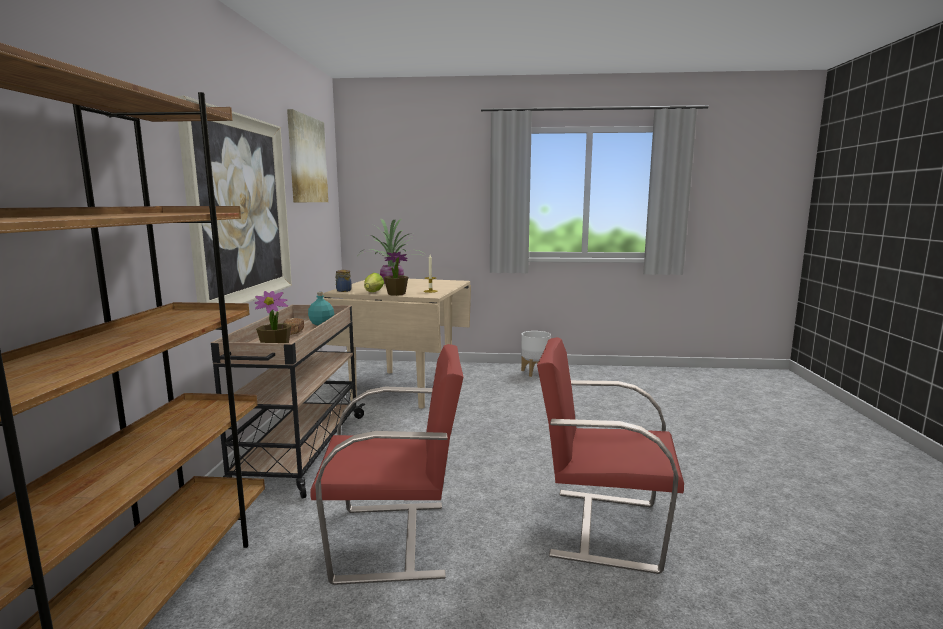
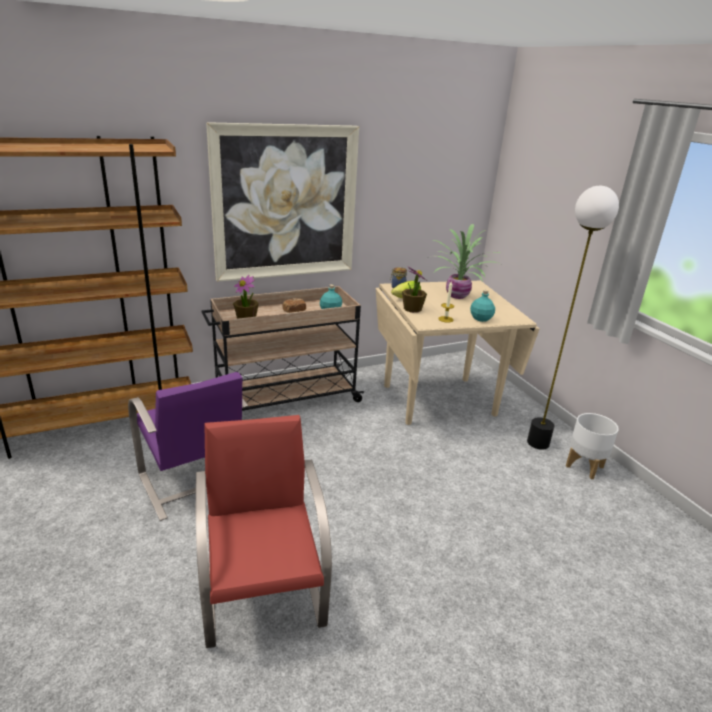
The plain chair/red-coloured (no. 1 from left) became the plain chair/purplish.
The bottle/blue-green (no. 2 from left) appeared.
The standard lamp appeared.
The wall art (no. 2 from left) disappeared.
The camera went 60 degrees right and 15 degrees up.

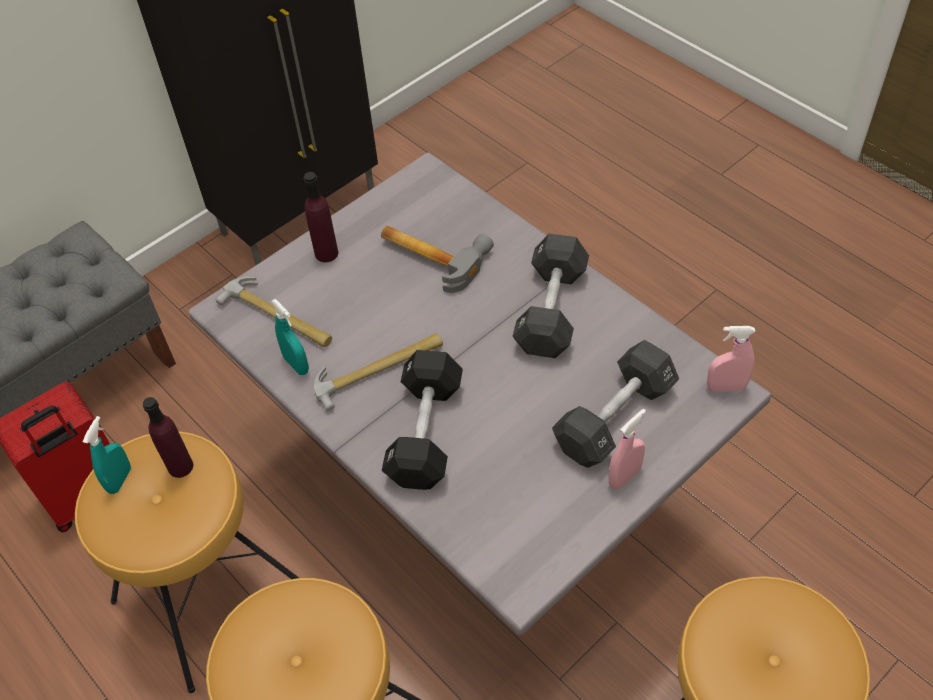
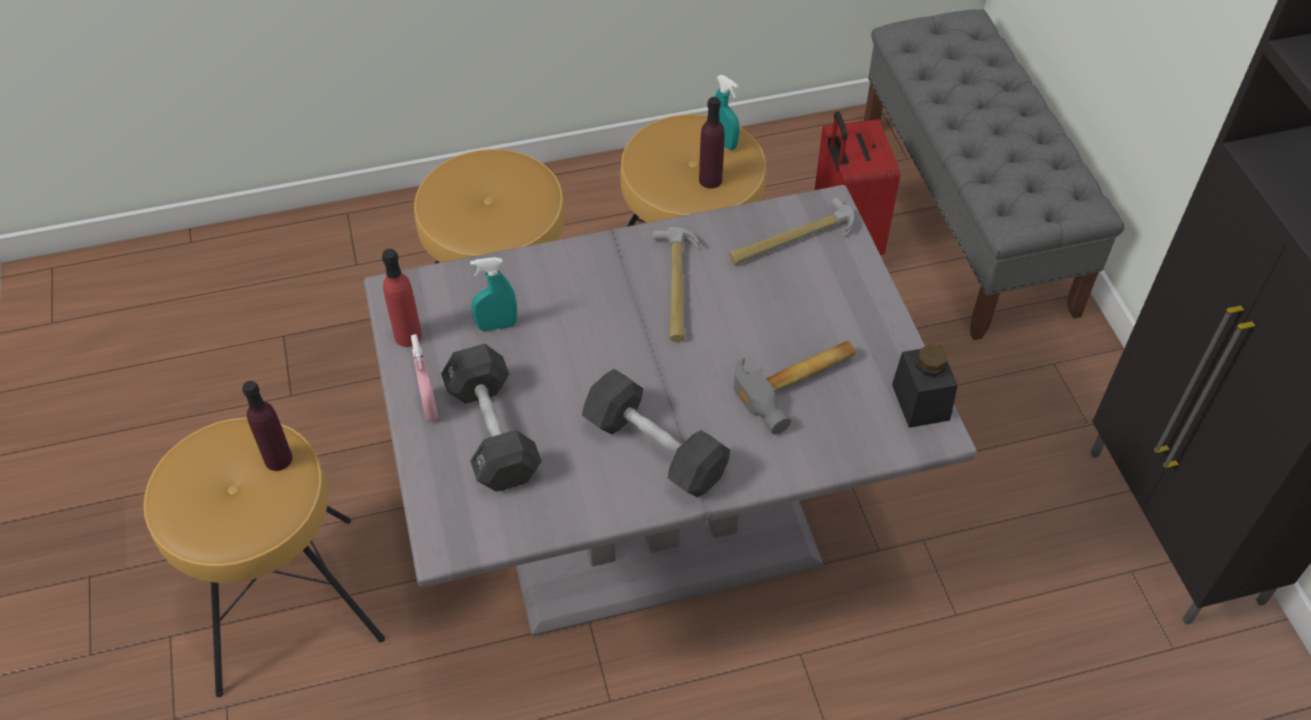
The bottle/purplish (no. 2 from left in the first image) moved.
The bottle/red-coloured appeared.
The hand sprayer/blue-green (no. 2 from left in the first image) moved.
The jar/black-coloured appeared.
The free weight/black-coloured (no. 1 from left) disappeared.
The hand sprayer/pink (no. 2 from left) disappeared.
The camera went 115 degrees right and 0 degrees up.

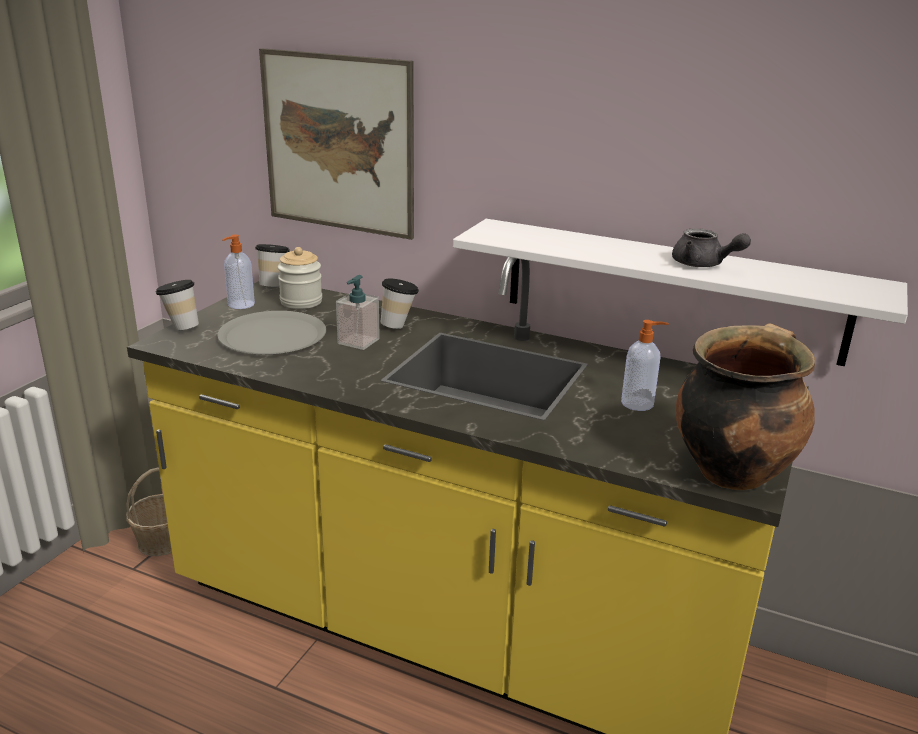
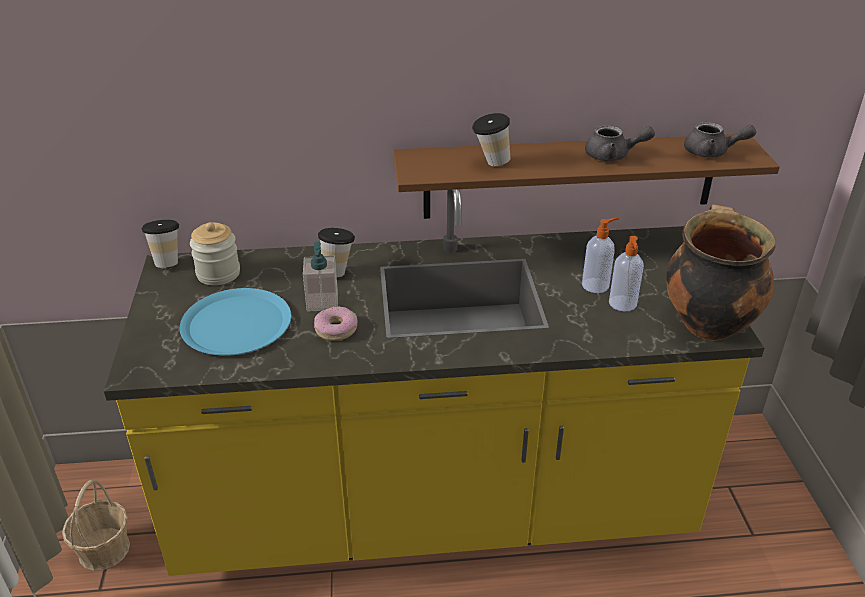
The flat dish/gray became the flat dish/blue-coloured.
The doughnut appeared.
The wall shelf/white-coloured became the wall shelf/brownish.
The cup (no. 1 from left in the first image) moved.
The soap dispenser (no. 1 from left in the first image) moved.
The pot for tea/gray (no. 2 from left) appeared.
The wall art disappeared.
The camera went 30 degrees left and 10 degrees up.

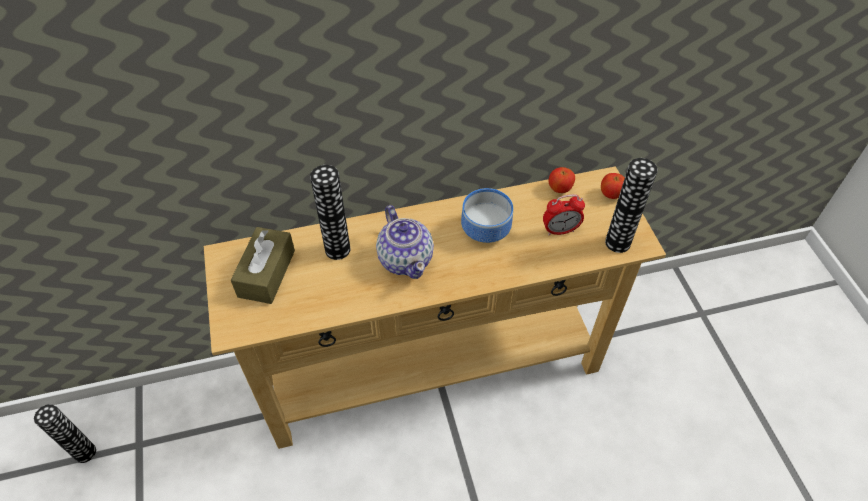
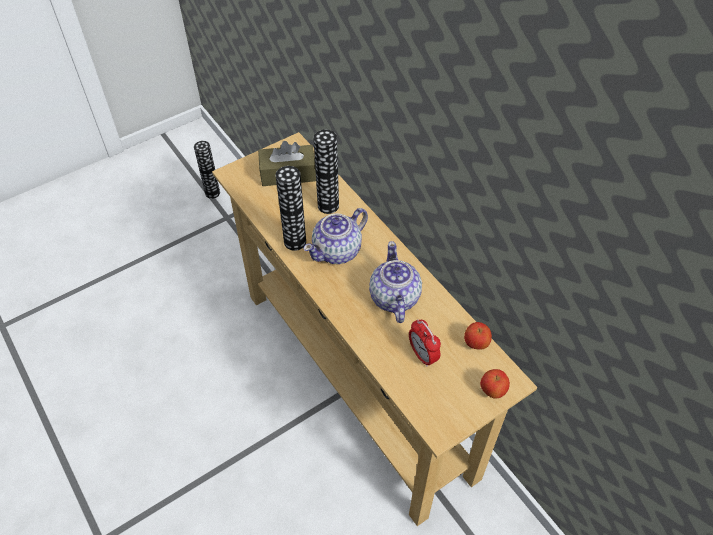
The decorative vase (no. 3 from left in the first image) moved.
The bowl was replaced by the pot for tea (no. 2 from left).
The camera went 70 degrees right and 0 degrees up.

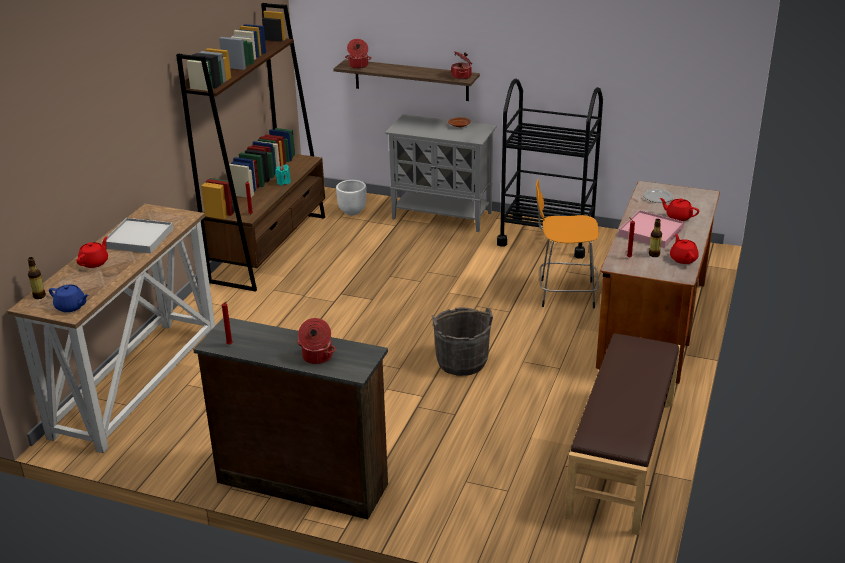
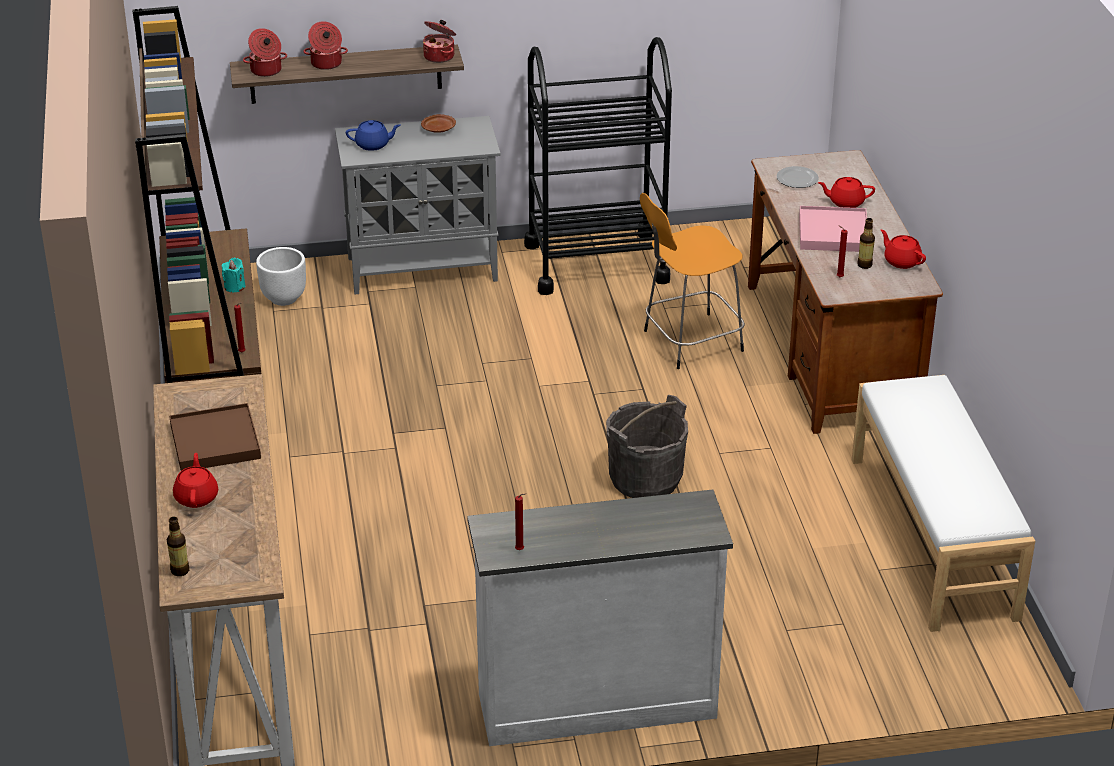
The tray/white-coloured became the tray/brownish.
The saucepot (no. 1 from left in the first image) moved.
The pot for tea/blue-coloured moved.
The chest of drawers/brownish became the chest of drawers/white-coloured.
The indoor bench/brownish became the indoor bench/white-coloured.
The camera went 30 degrees left and 5 degrees up.

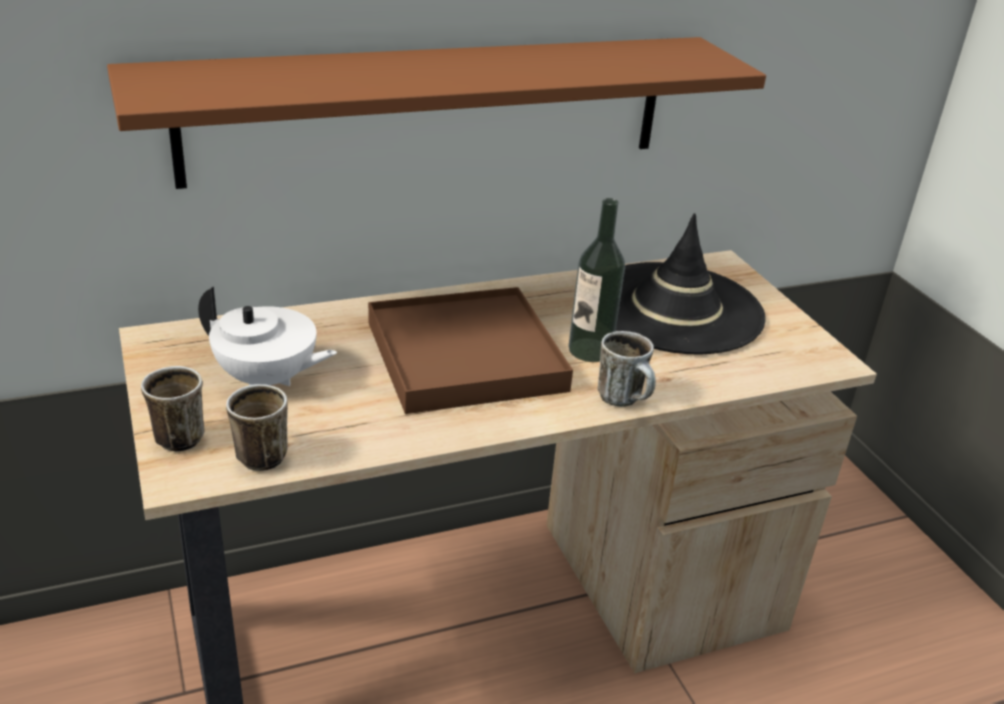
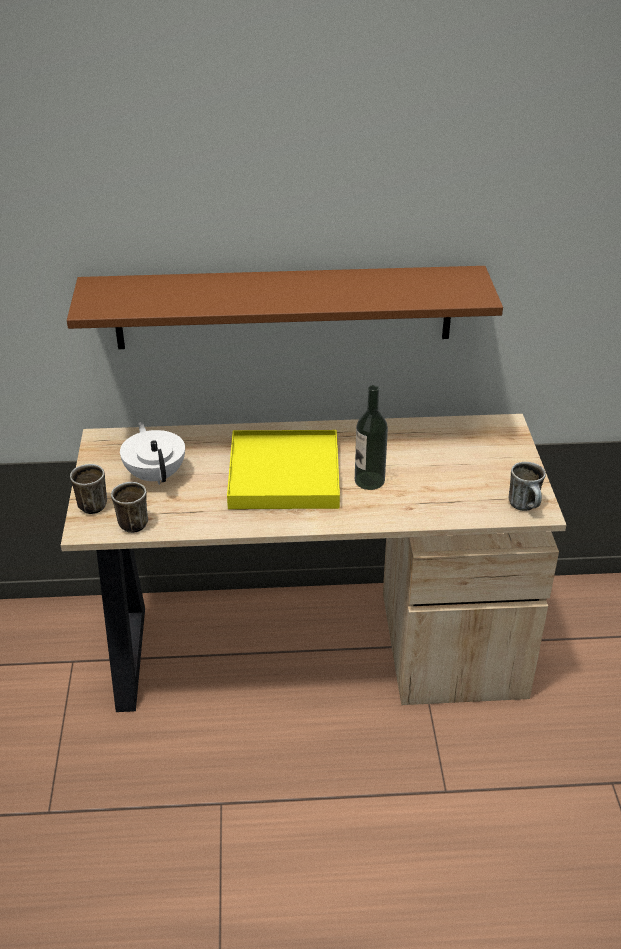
The pot for tea/white-coloured turned 150 degrees counterclockwise.
The tray/brownish became the tray/yellowish.
The mug (no. 3 from left) moved.
The wearable hat/black-coloured disappeared.
The camera went 20 degrees right and 5 degrees up.

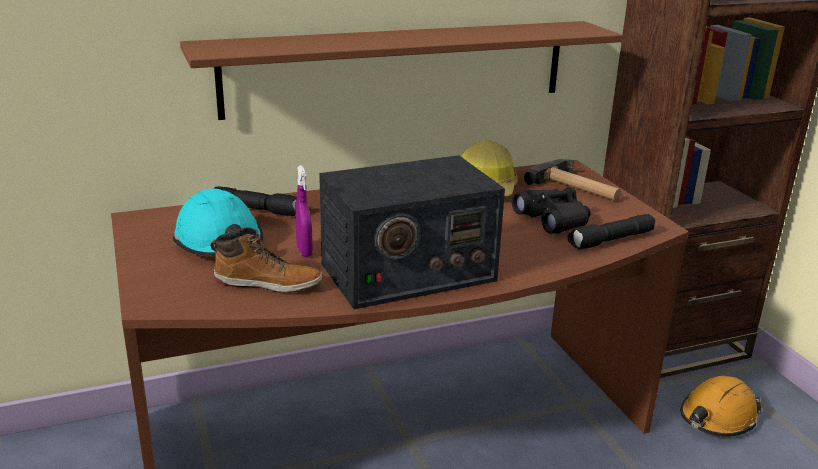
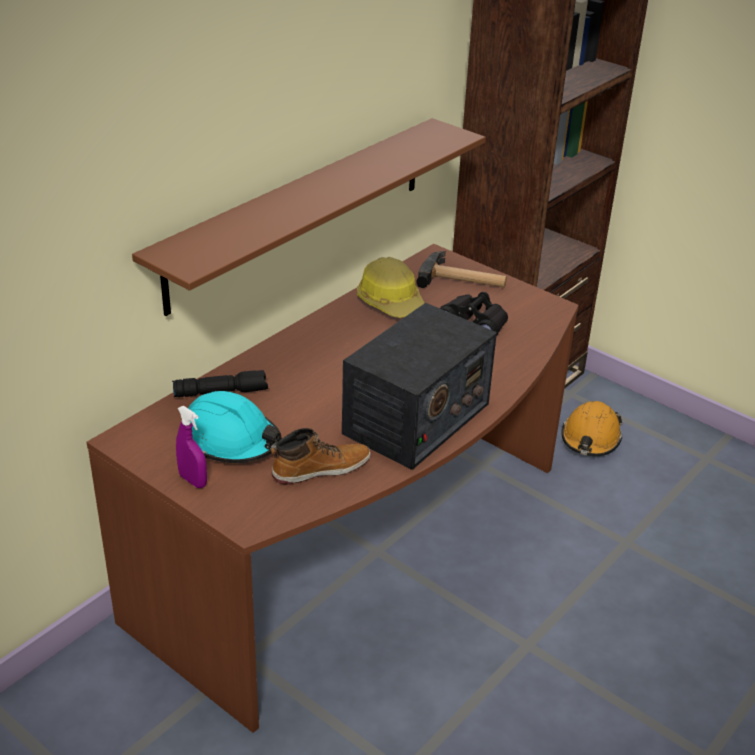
The hand sprayer/purplish moved.
The flashlight/black-coloured (no. 2 from left) disappeared.
The camera went 30 degrees left and 10 degrees up.

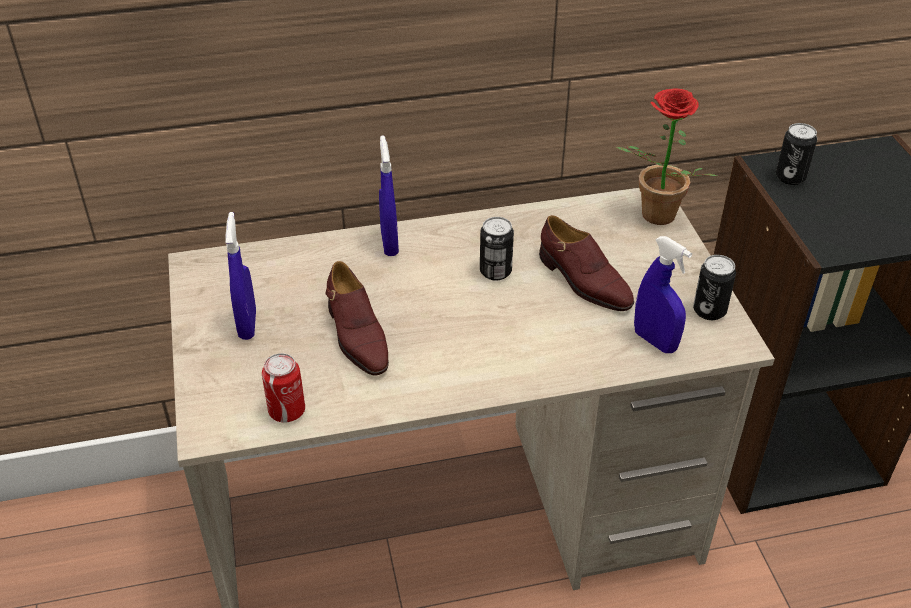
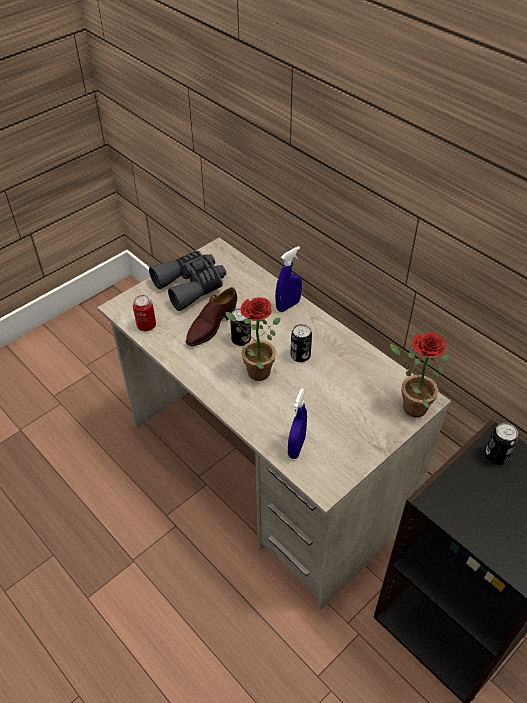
The hand sprayer/blue-coloured (no. 1 from left) was replaced by the field glasses/gray.
The potted plant (no. 1 from left) appeared.
The sealed can (no. 3 from left in the first image) moved.
The low shoe/brownish (no. 2 from left) disappeared.
The camera went 60 degrees right and 5 degrees up.

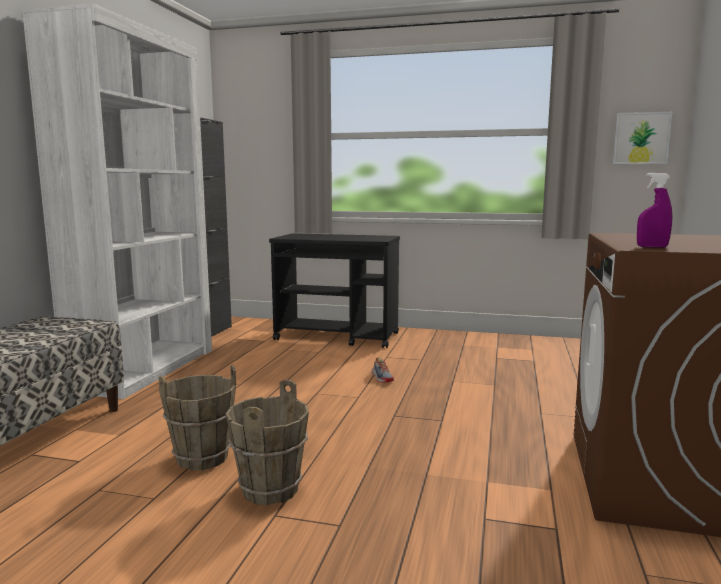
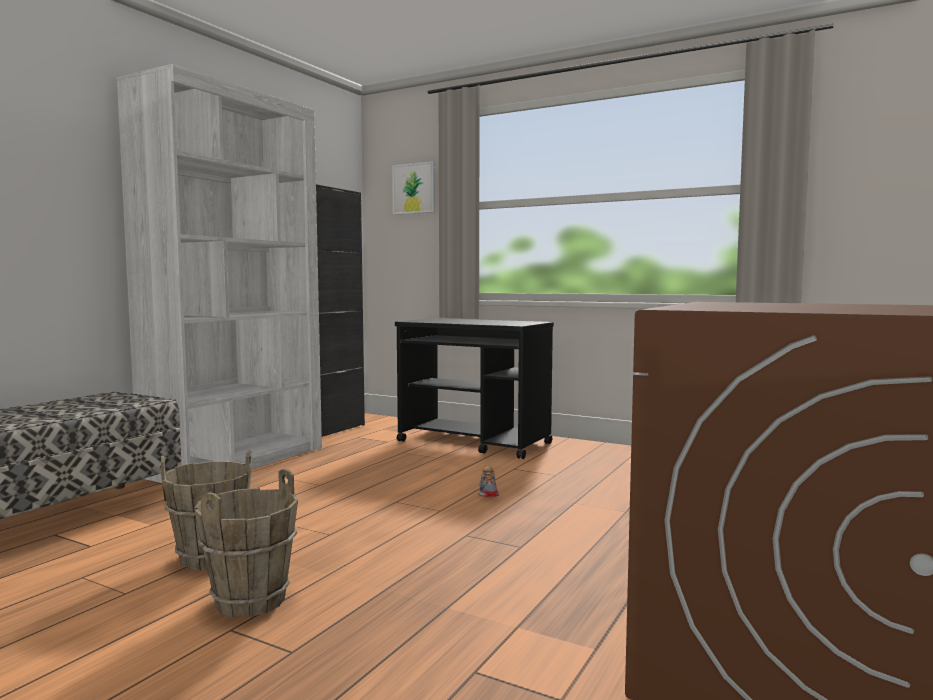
The wall art moved.
The hand sprayer/purplish disappeared.
The camera went 15 degrees right and 5 degrees down.

